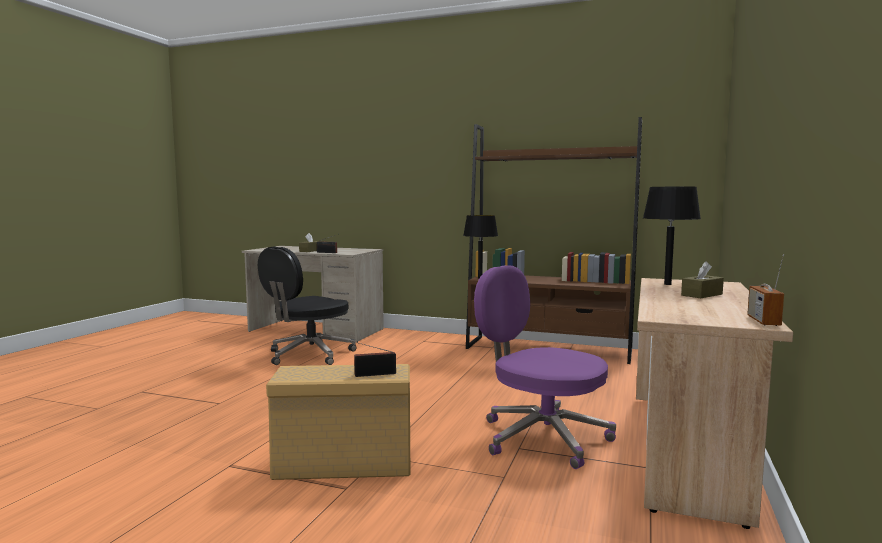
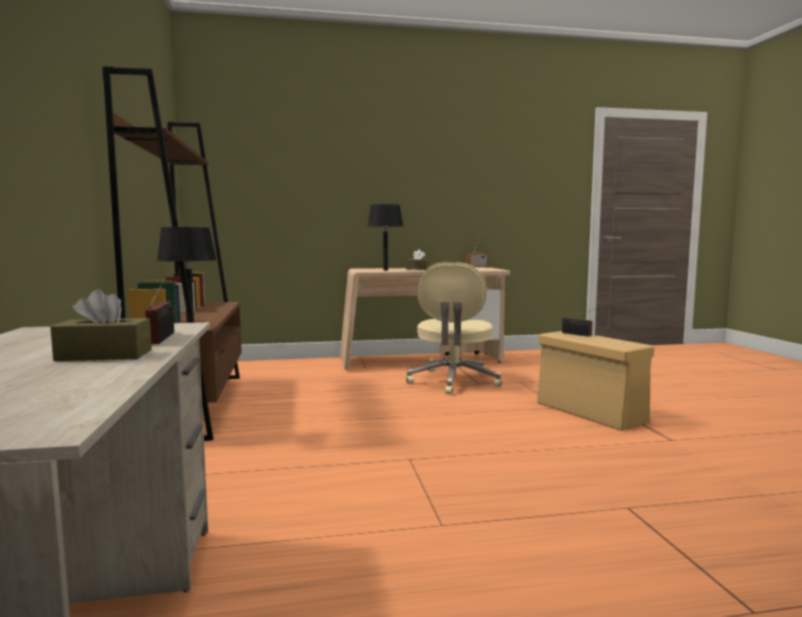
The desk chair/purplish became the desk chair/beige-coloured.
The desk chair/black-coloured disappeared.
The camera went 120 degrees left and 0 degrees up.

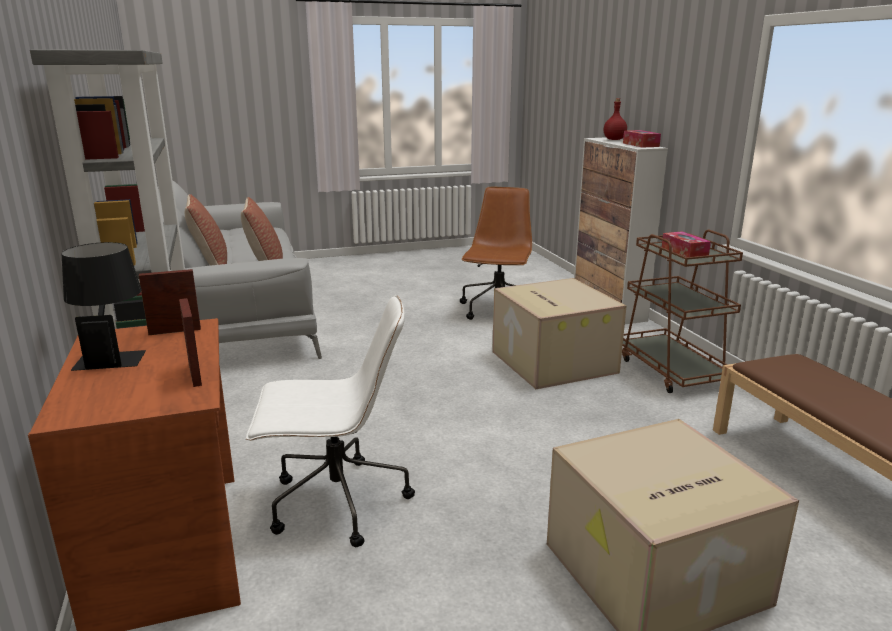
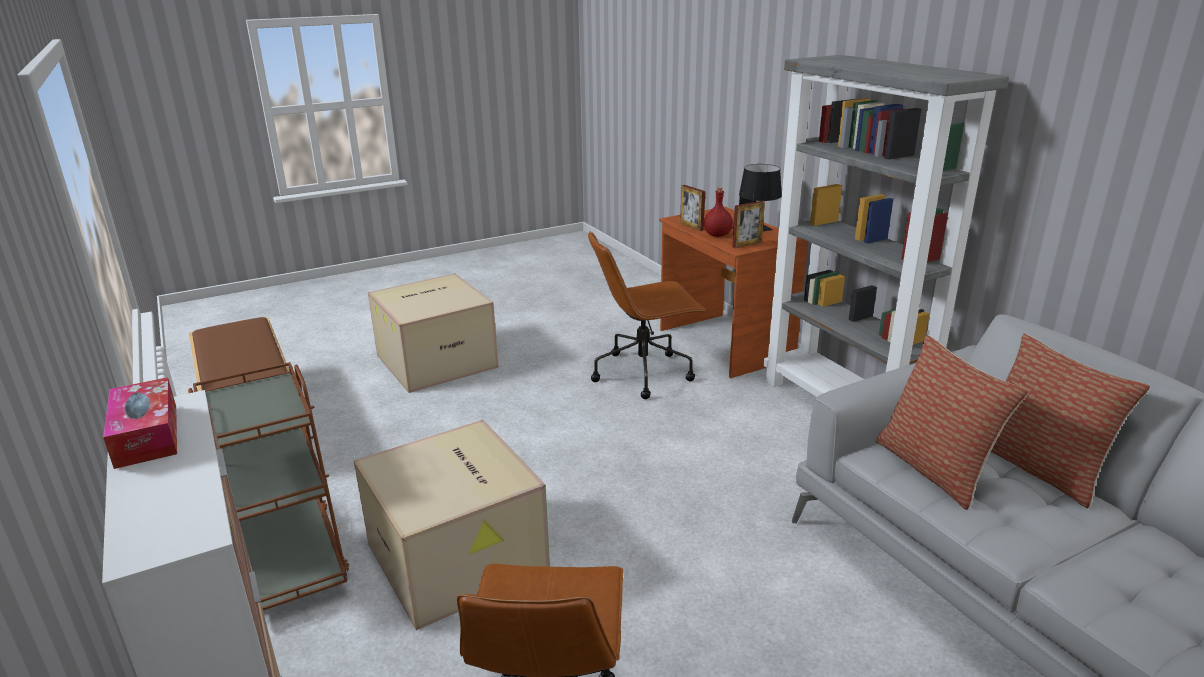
The desk chair/white-coloured became the desk chair/brownish (no. 2 from left).
The bottle/red-coloured moved.
The tissue box (no. 2 from left) disappeared.
The camera went 170 degrees right and 5 degrees up.

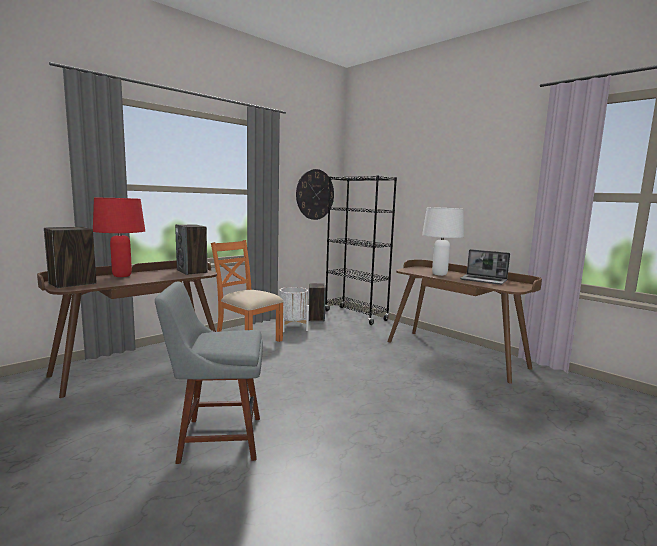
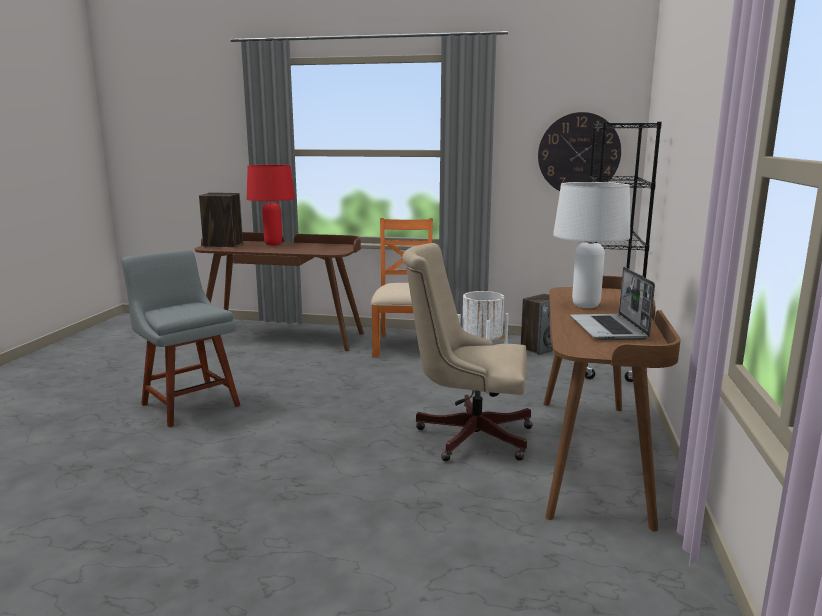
The desk chair/beige-coloured appeared.
The audio speaker (no. 2 from left) disappeared.
The camera went 55 degrees right and 5 degrees up.

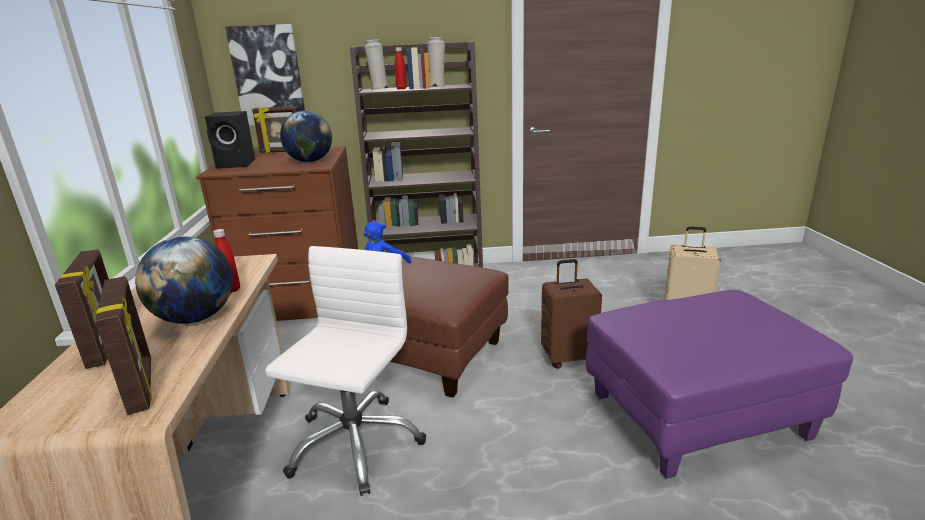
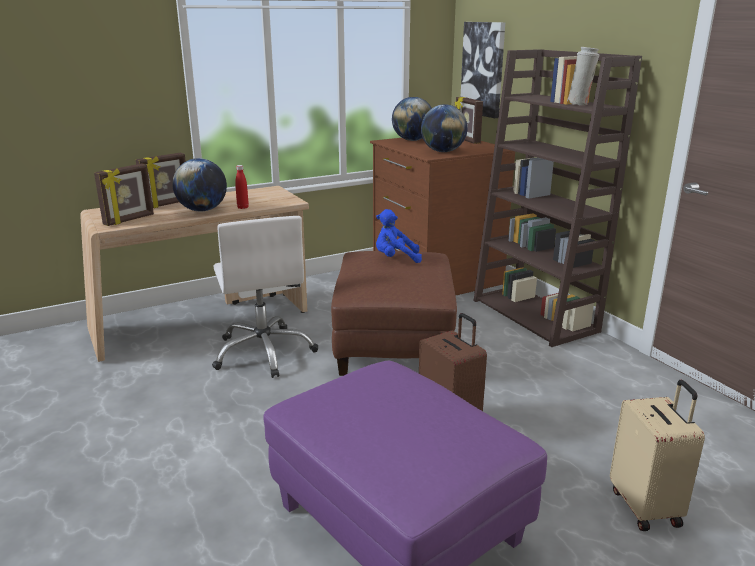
The desk chair/white-coloured turned 75 degrees clockwise.
The audio speaker/black-coloured was replaced by the desk globe (no. 2 from left).
The decorative vase/white-coloured (no. 1 from left) disappeared.
The bottle/red-coloured (no. 2 from left) disappeared.
The camera went 65 degrees right and 0 degrees up.

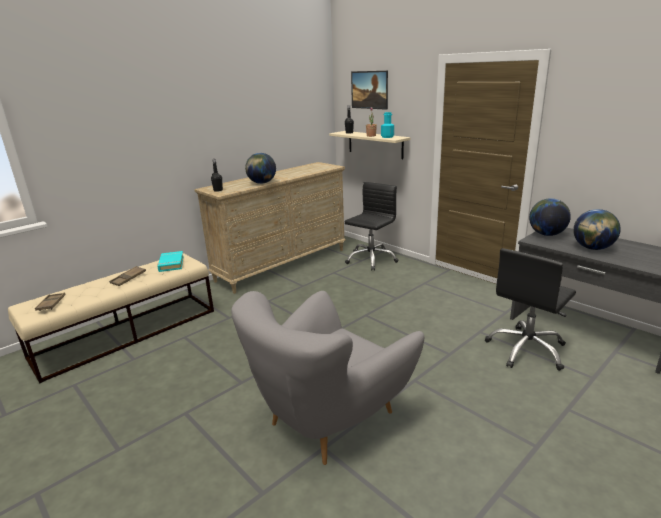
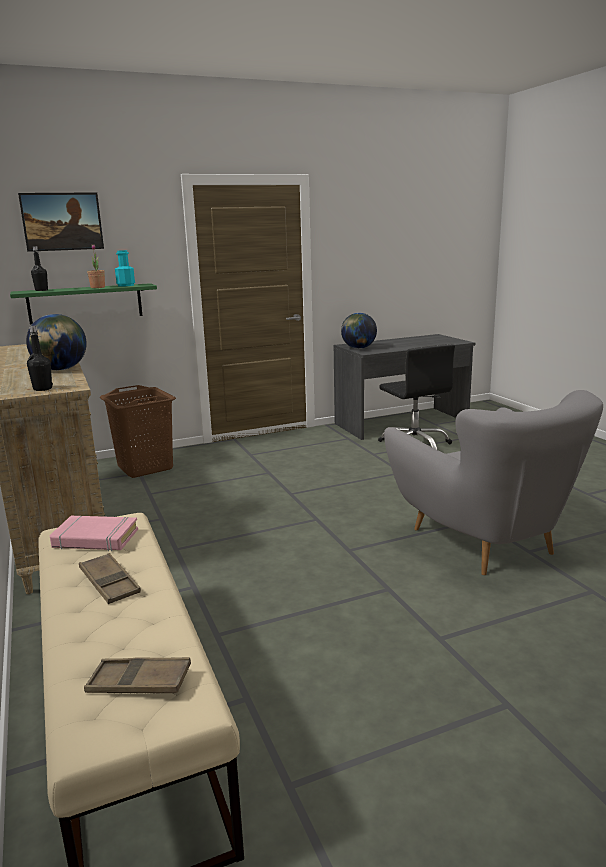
The wall shelf/beige-coloured became the wall shelf/green.
The book/blue-green became the book/pink.
The desk chair/black-coloured (no. 1 from left) was replaced by the washing basket/brownish.
The desk globe (no. 3 from left) disappeared.
The camera went 70 degrees left and 5 degrees down.

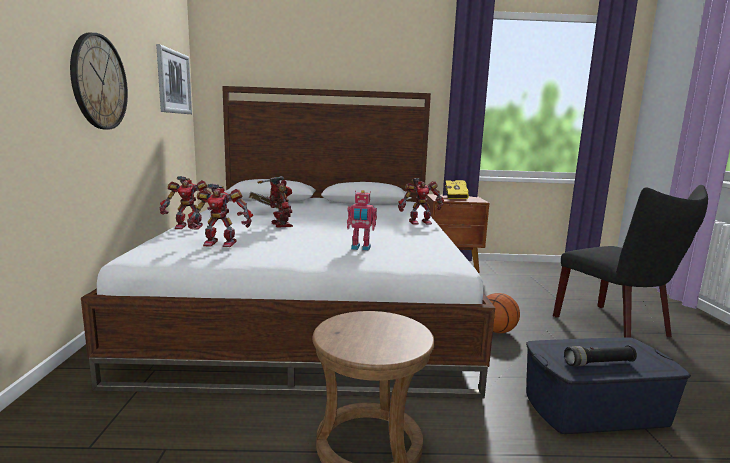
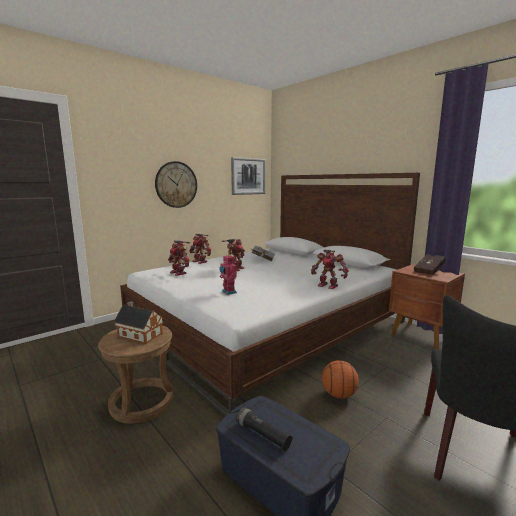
The model house appeared.
The book/yellowish became the book/red-coloured.
The camera went 50 degrees right and 0 degrees up.

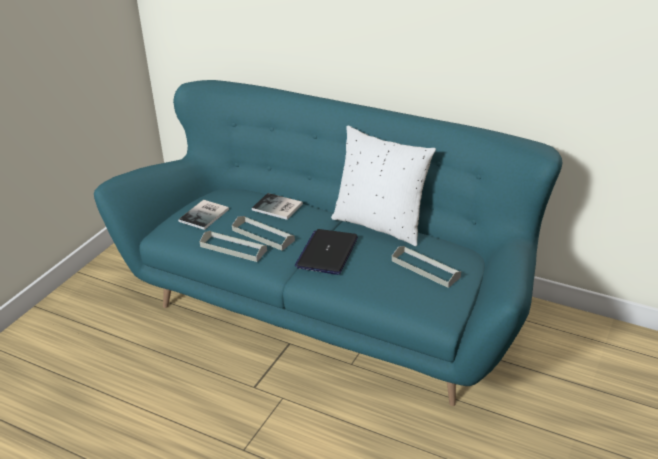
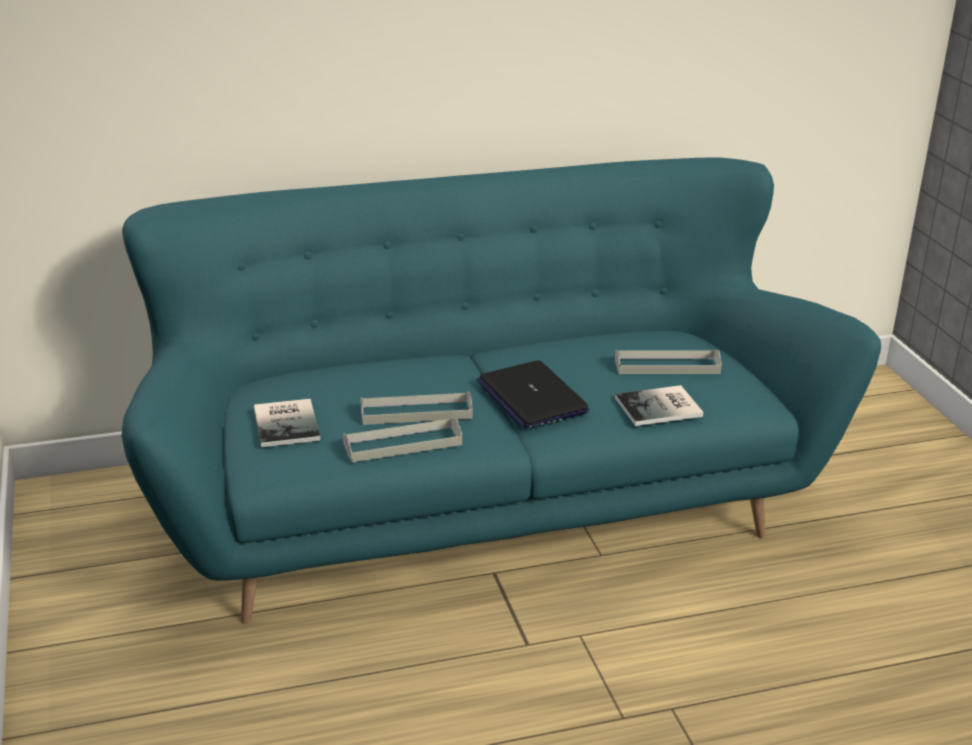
The book (no. 2 from left) moved.
The pillow/white-coloured disappeared.
The camera went 45 degrees left and 5 degrees down.

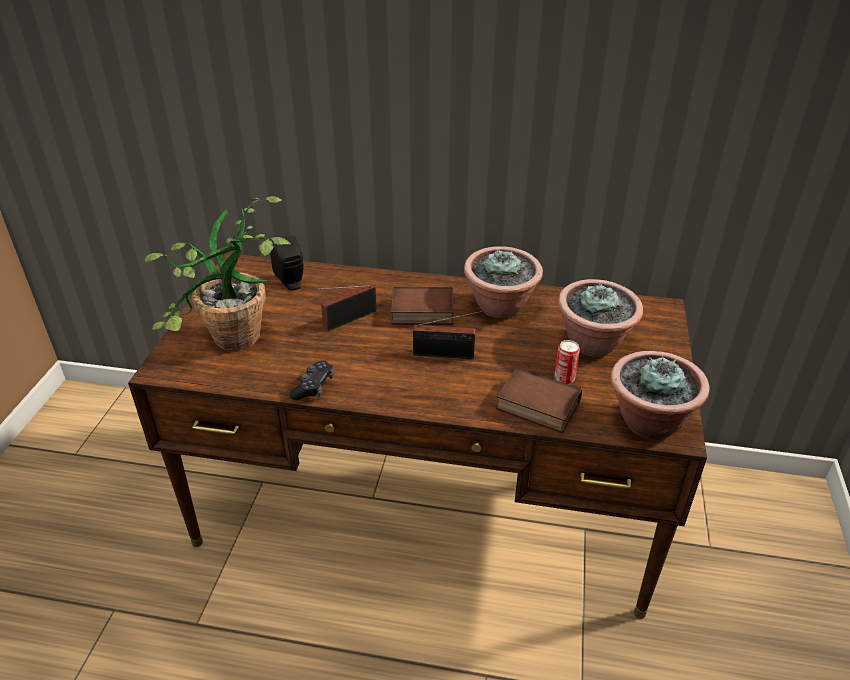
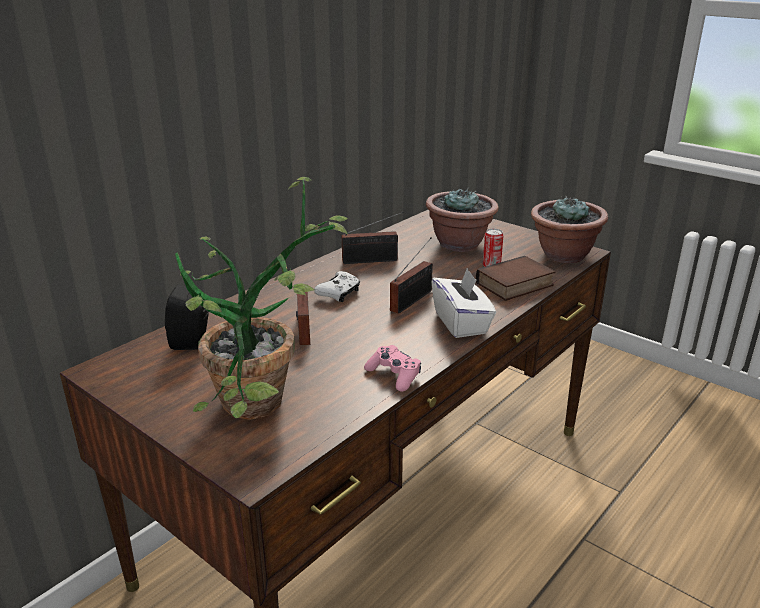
The book (no. 1 from left) was replaced by the gamepad/white-coloured.
The potted plant (no. 2 from left) was replaced by the radio (no. 2 from left).
The gamepad/black-coloured became the gamepad/pink.
The tissue box/white-coloured appeared.
The camera went 60 degrees left and 10 degrees down.

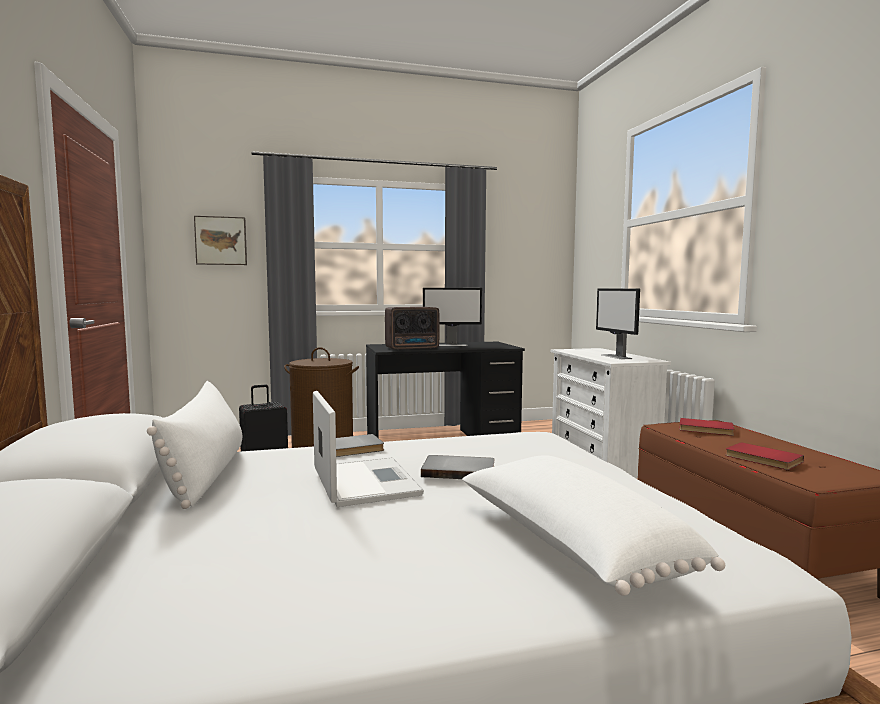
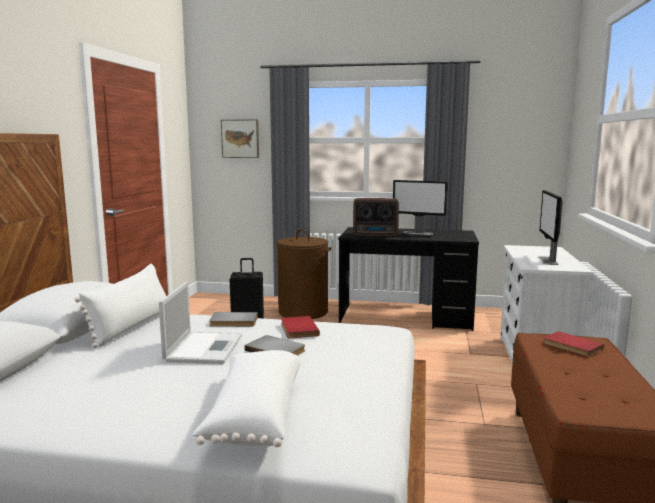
The book/red-coloured (no. 2 from left in the first image) moved.
The camera went 25 degrees right and 5 degrees up.

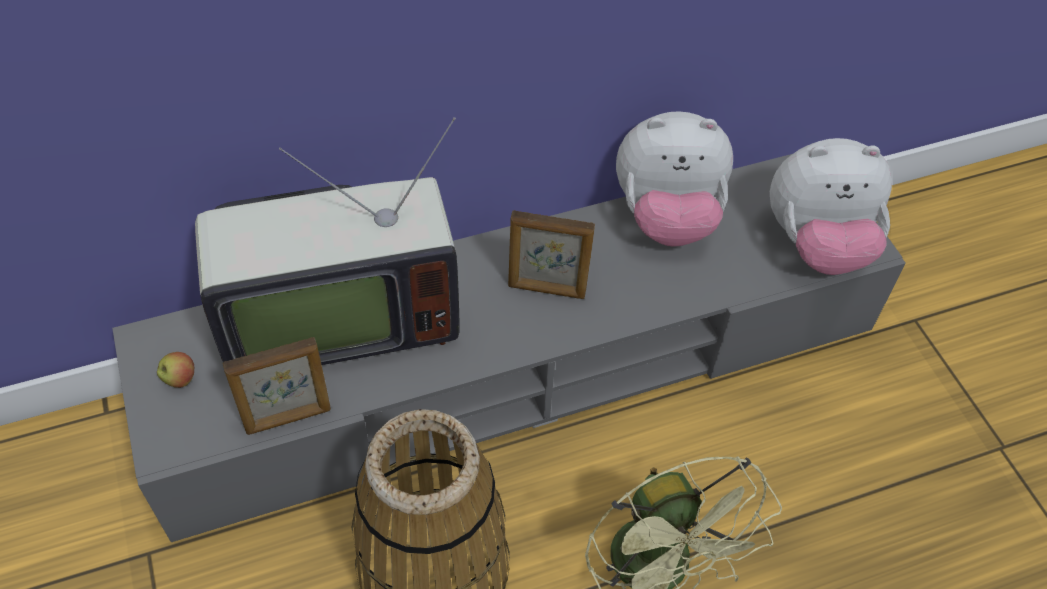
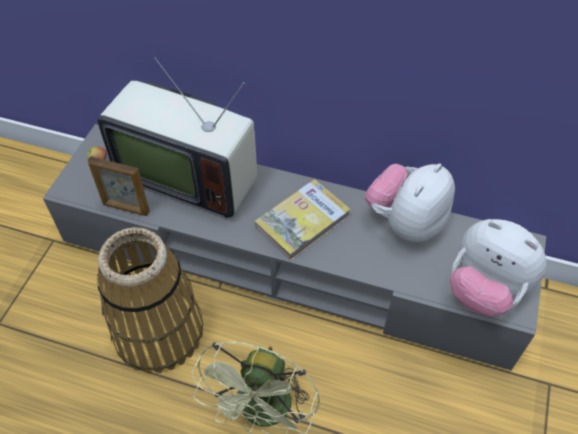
The picture frame (no. 2 from left) was replaced by the book.
The plush toy (no. 1 from left) turned 90 degrees clockwise.
The camera went 40 degrees right and 0 degrees up.

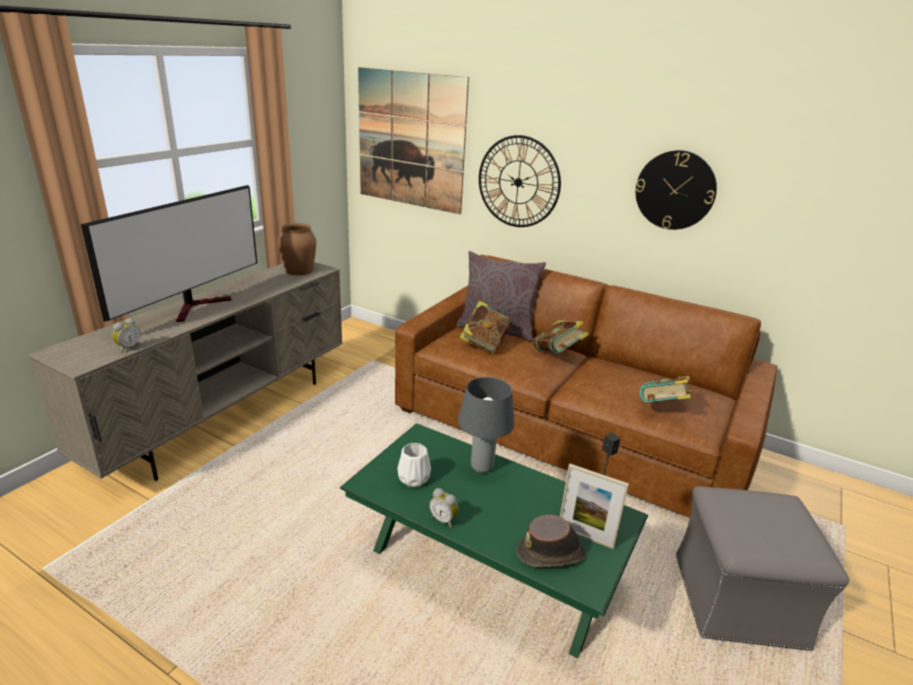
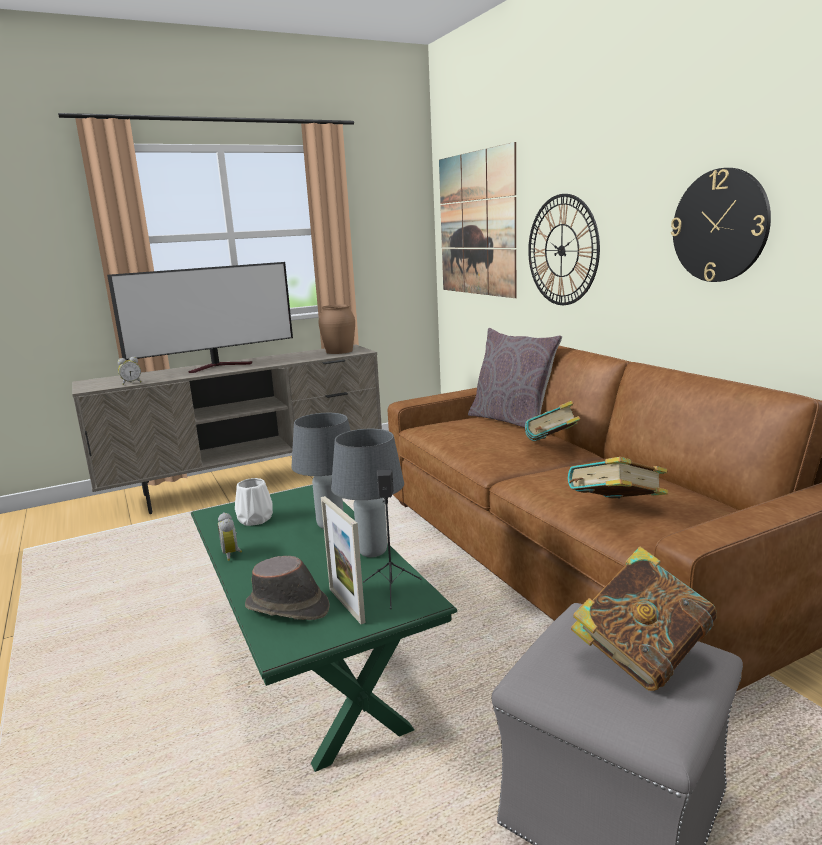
The lamp for a table/gray (no. 2 from left) appeared.
The book (no. 1 from left in the first image) moved.
The camera went 35 degrees right and 10 degrees down.

